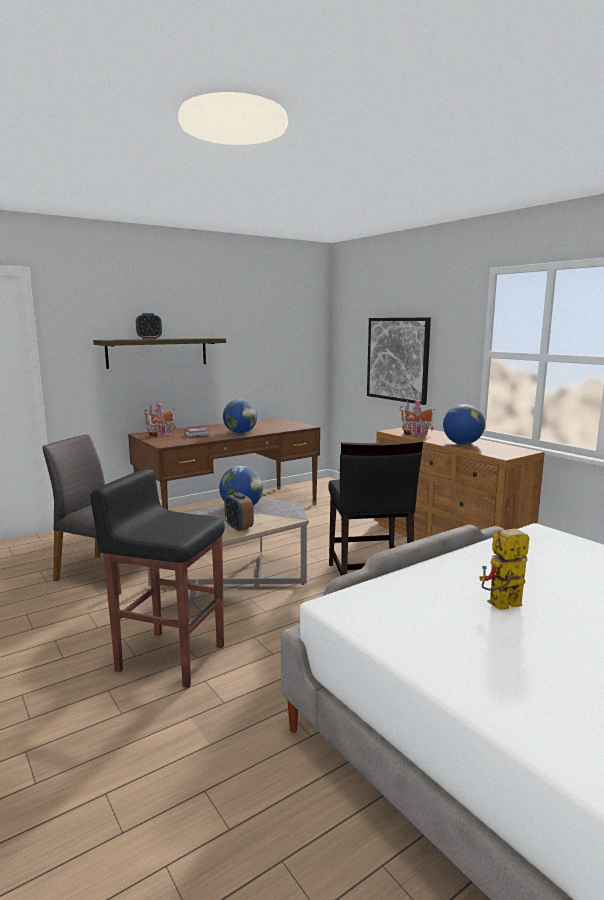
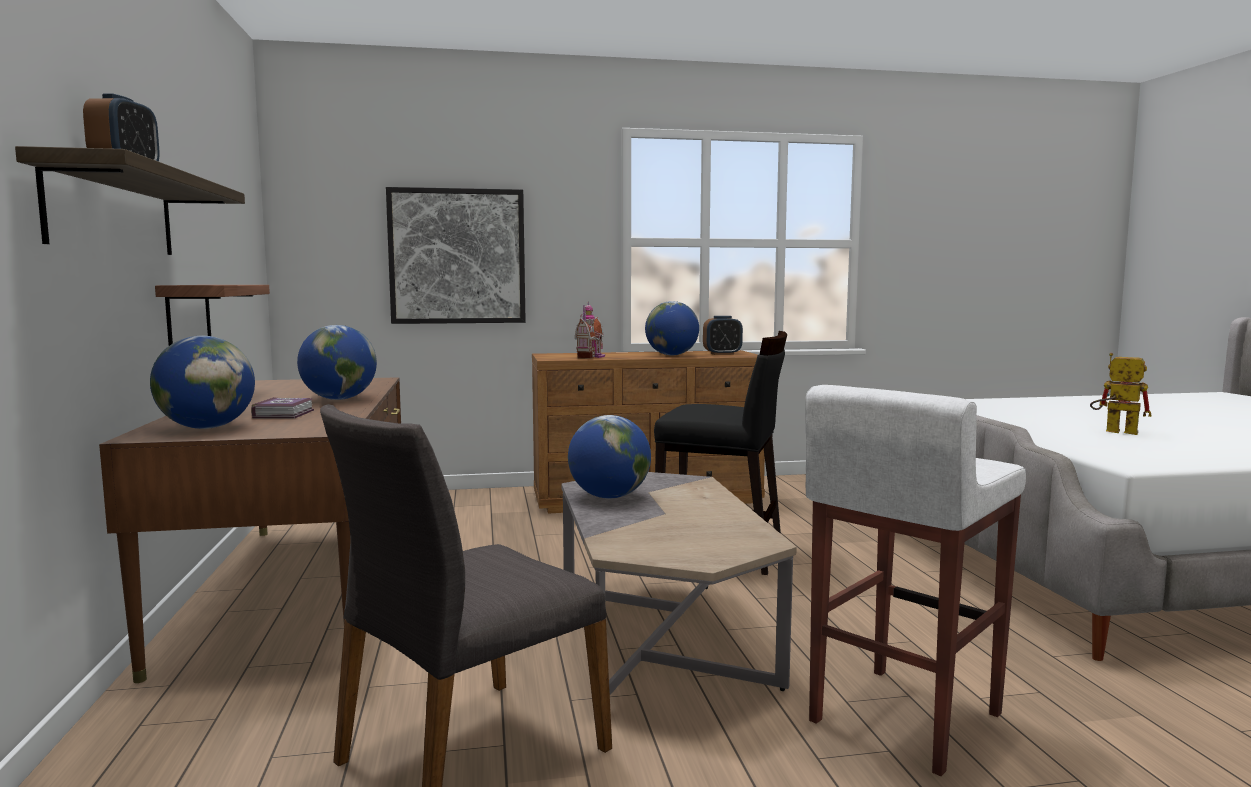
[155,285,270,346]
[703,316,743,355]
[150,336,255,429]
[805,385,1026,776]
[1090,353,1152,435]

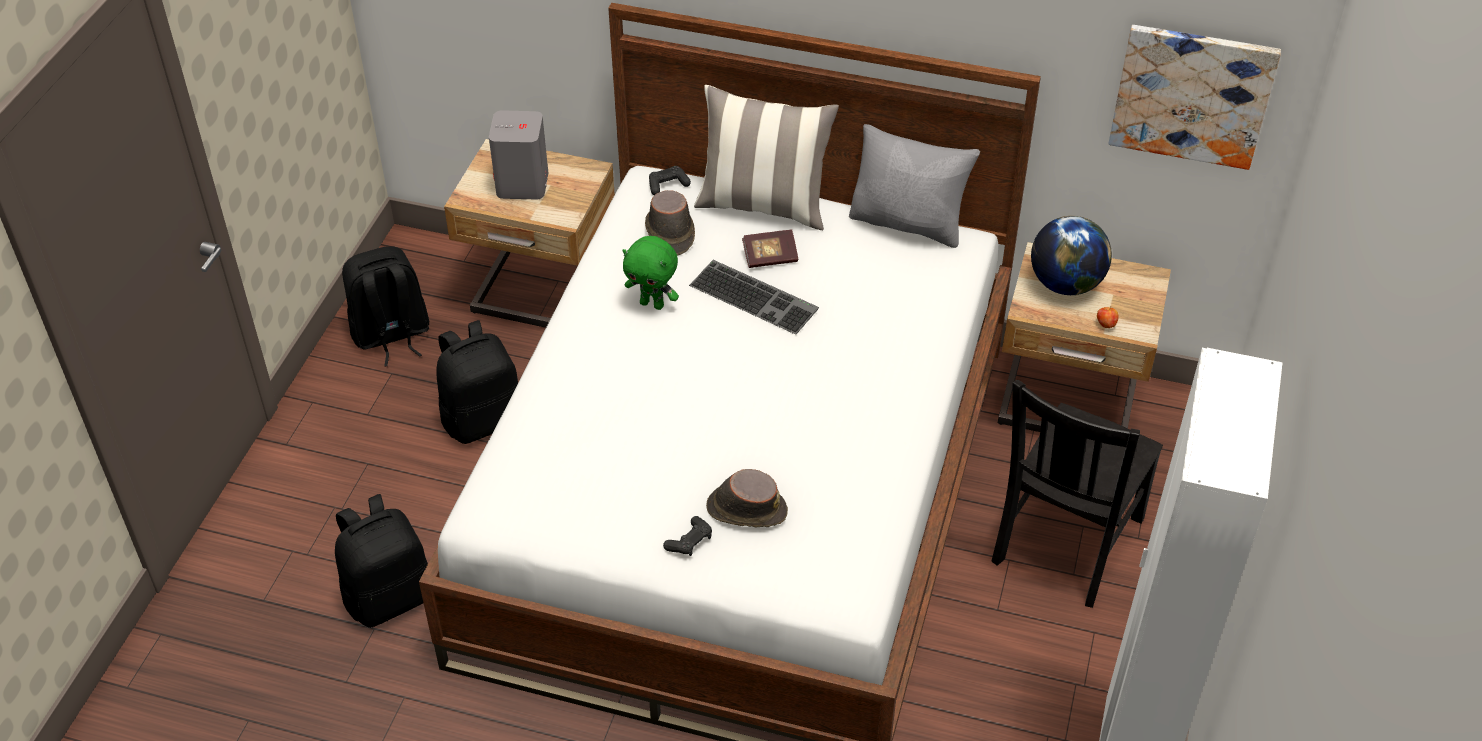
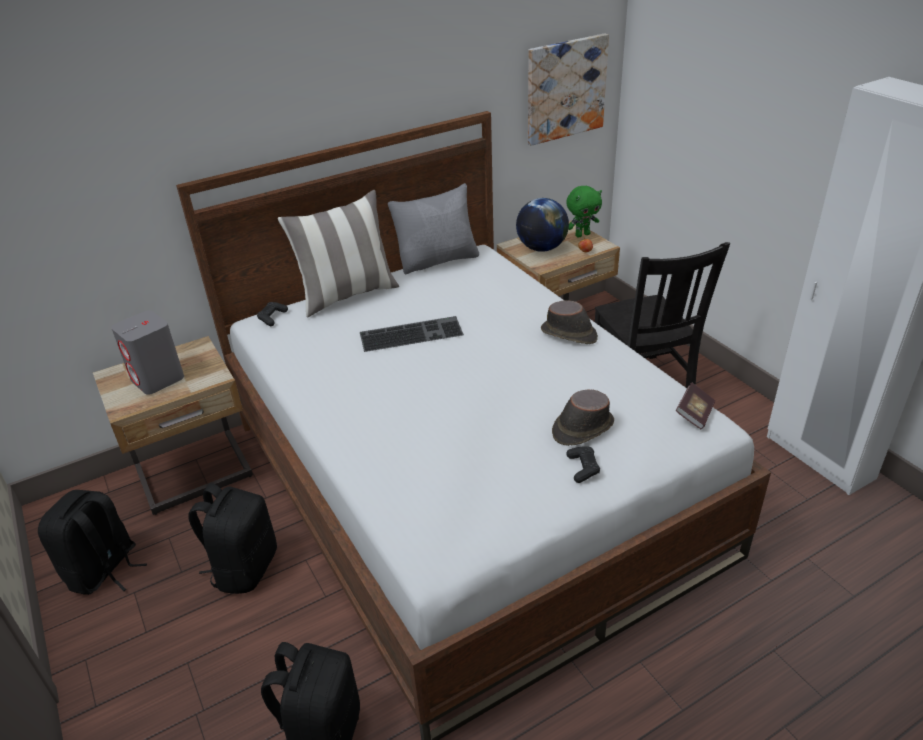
[566,186,602,238]
[541,300,598,344]
[676,382,715,429]

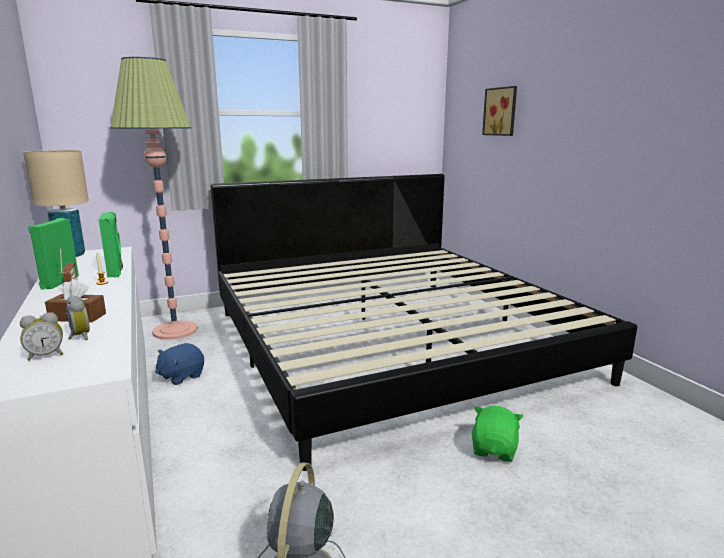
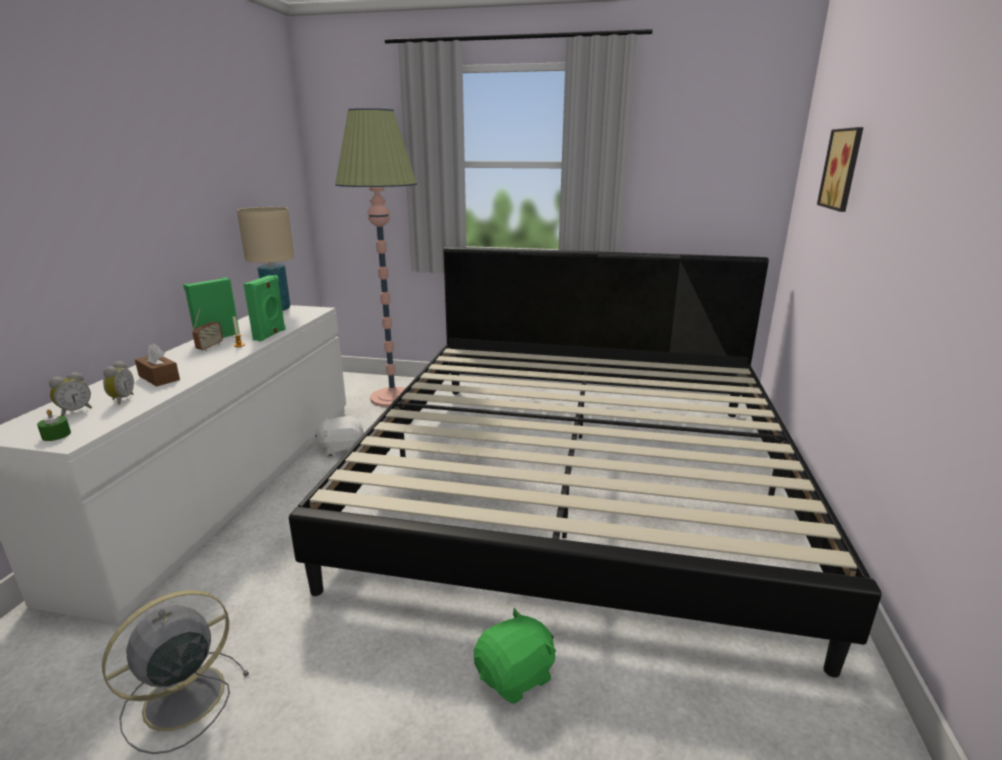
[37,409,71,441]
[313,416,364,456]
[49,372,92,416]

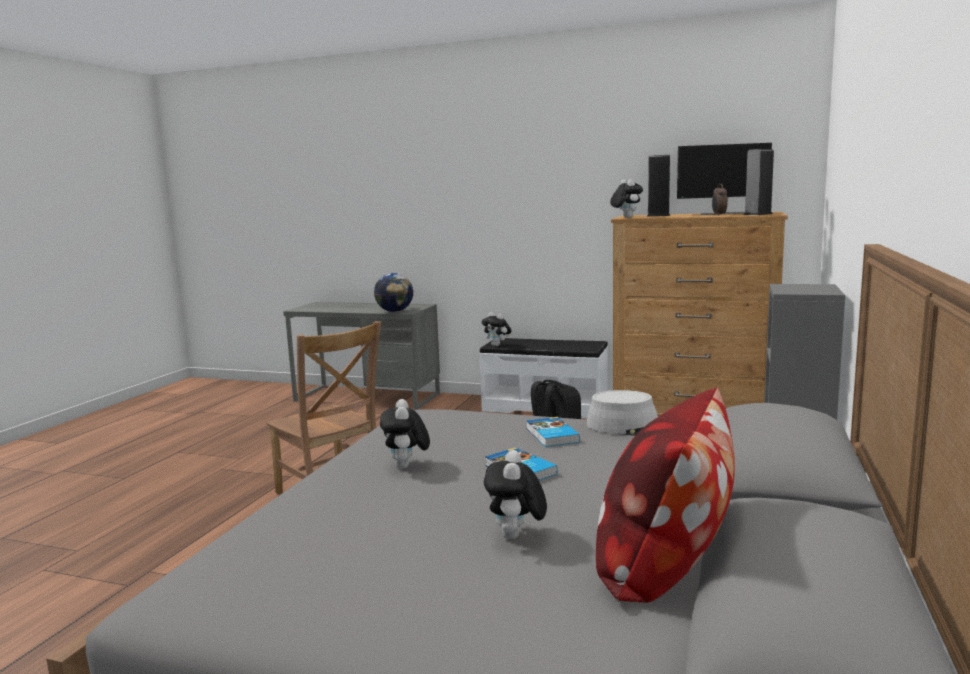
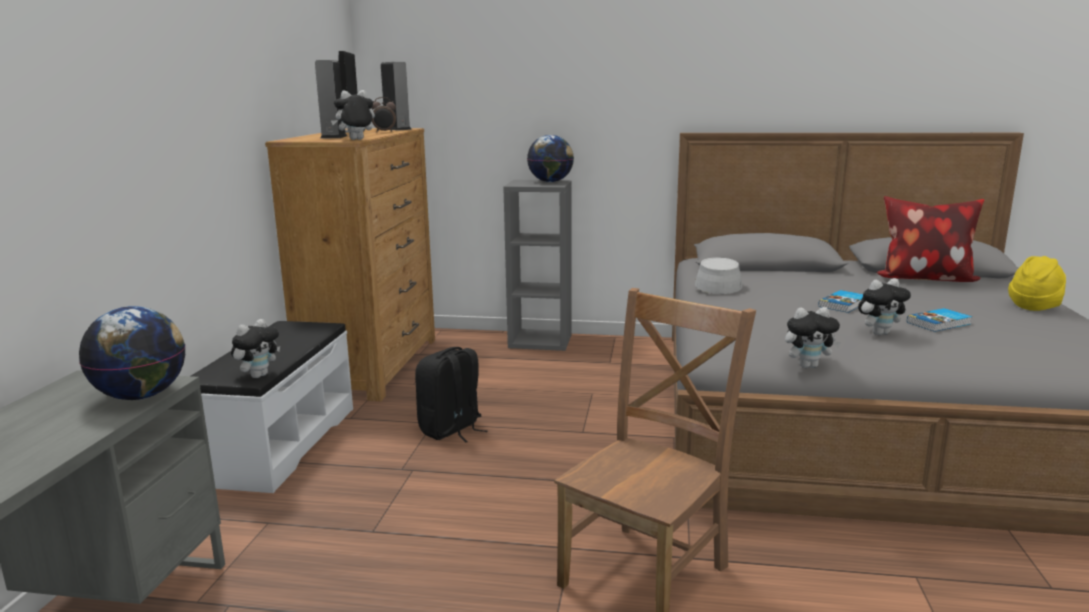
[527,135,574,182]
[1008,256,1066,311]
[785,307,841,368]
[907,308,972,332]

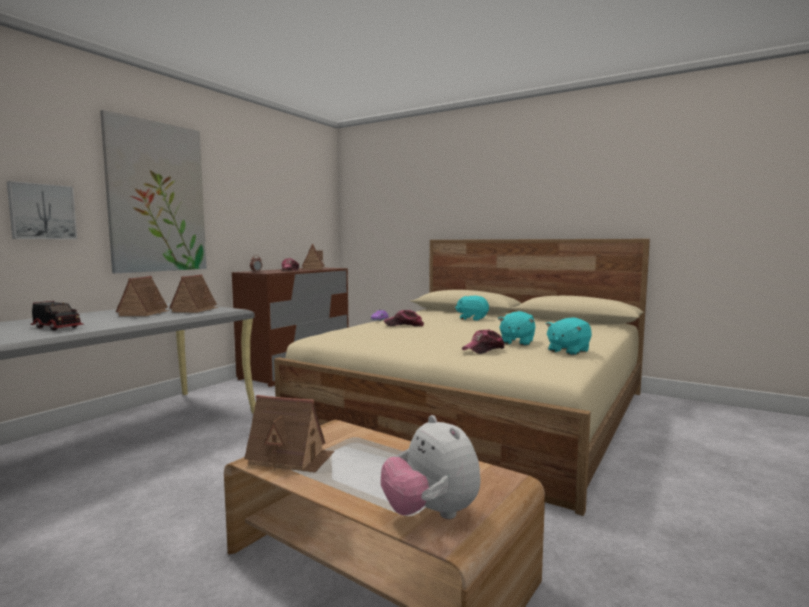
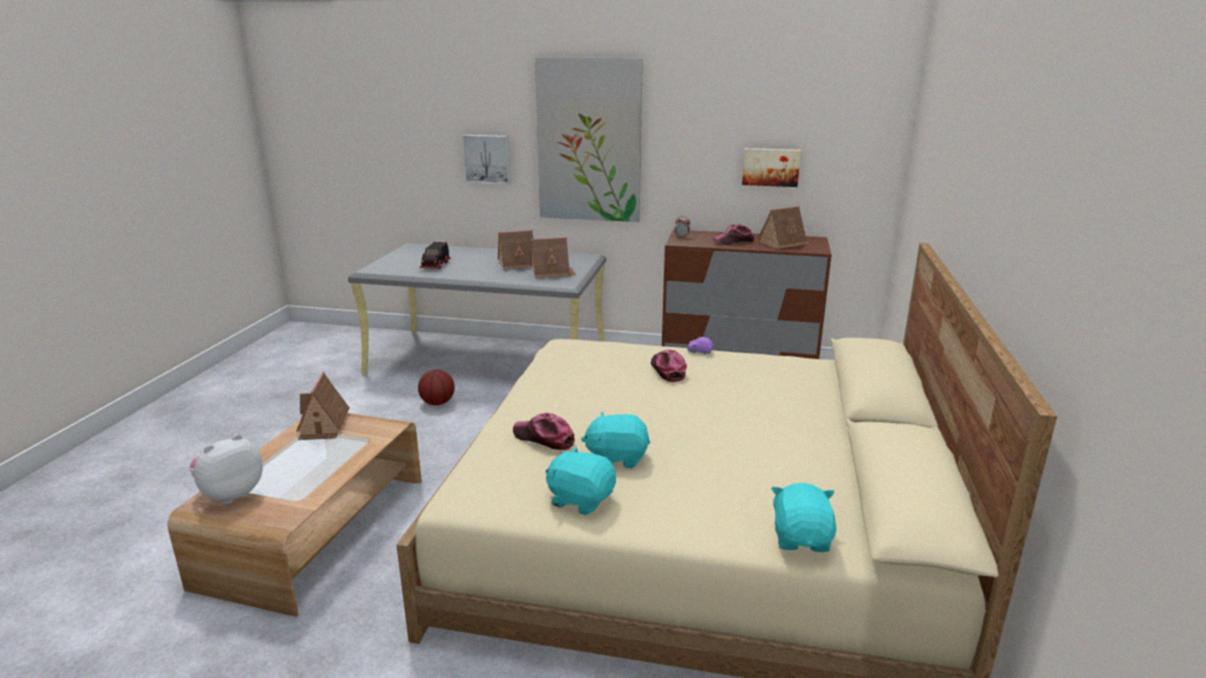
[418,370,455,405]
[742,148,801,187]
[771,483,836,552]

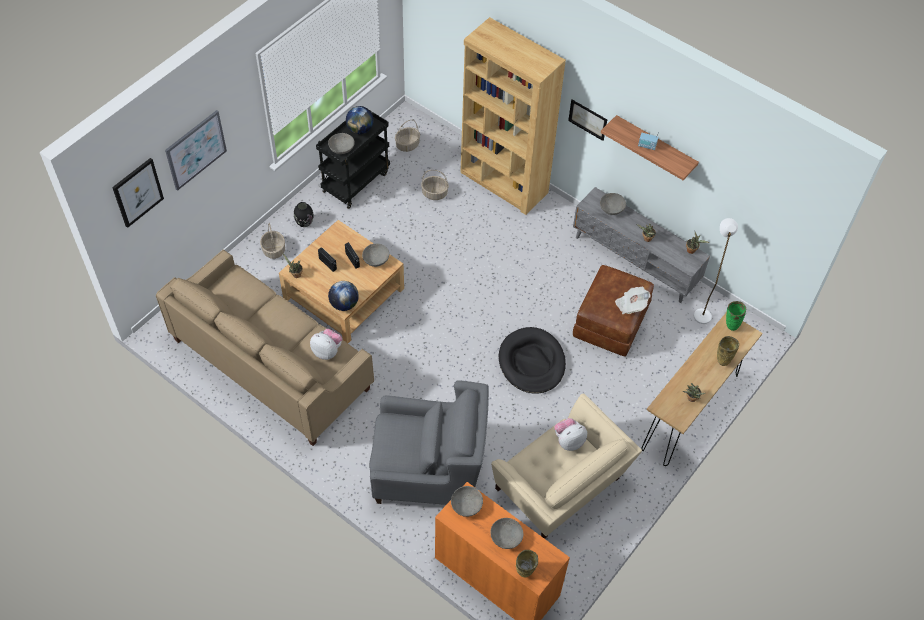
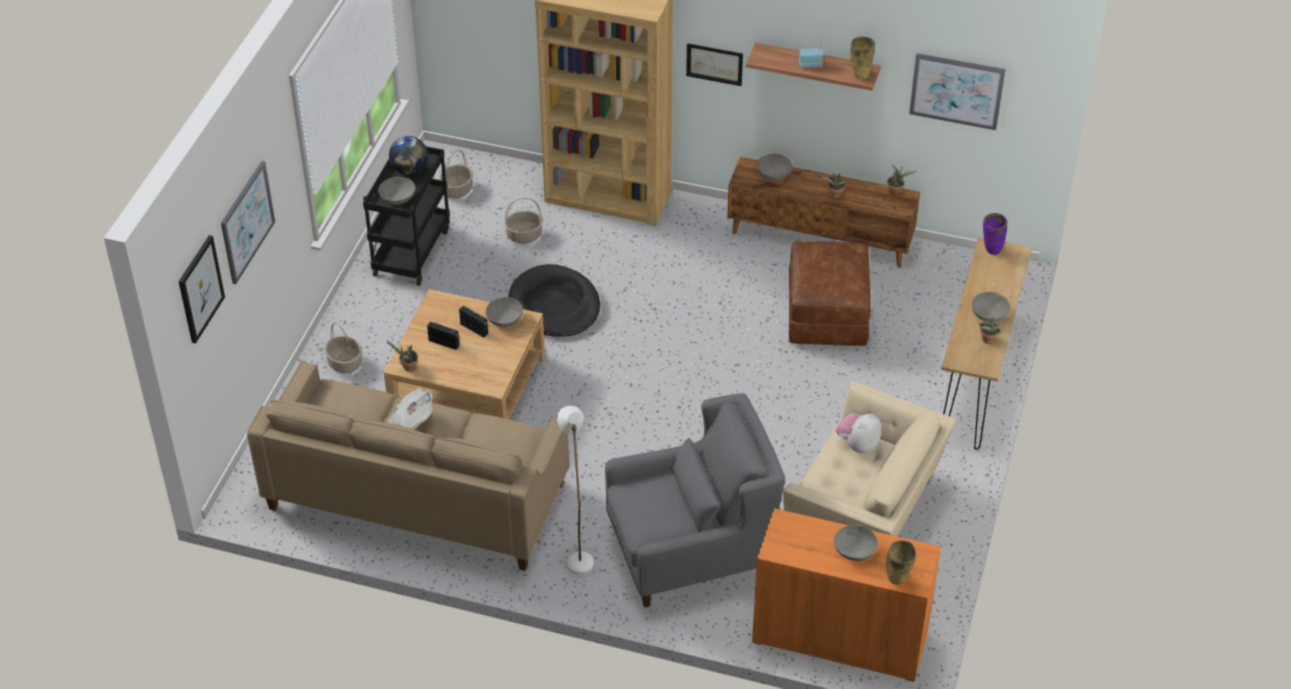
[294,202,314,227] (first image)
[310,329,342,360] (first image)
[328,281,359,311] (first image)
[909,53,1005,130]
[972,292,1010,322]
[508,264,600,337]
[388,389,433,429]
[557,406,594,574]
[850,37,875,80]
[727,157,920,268]
[983,213,1007,255]

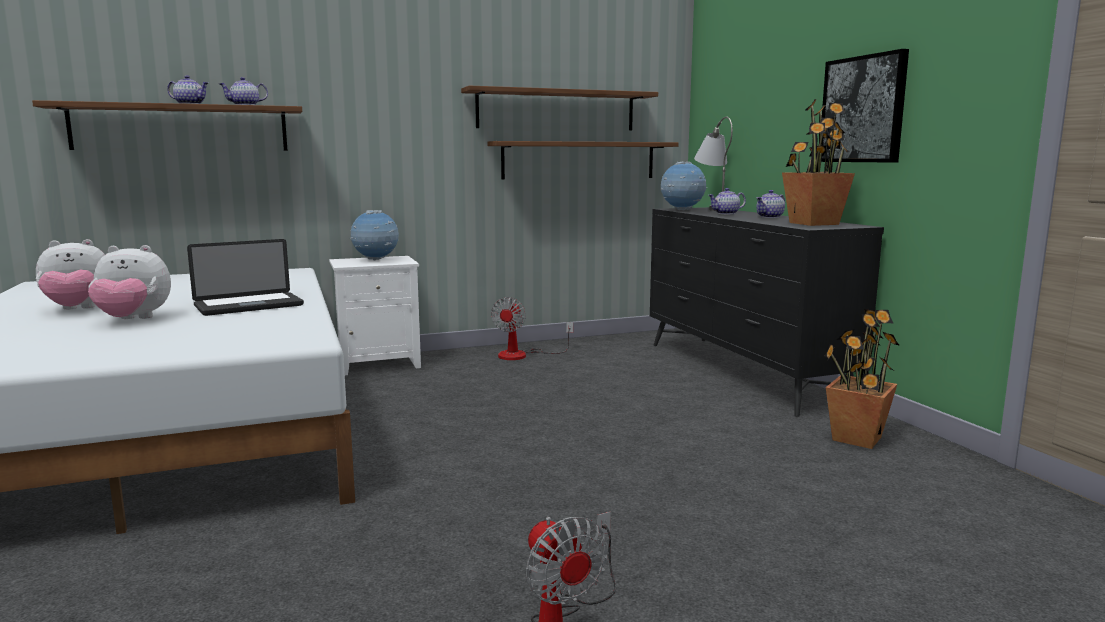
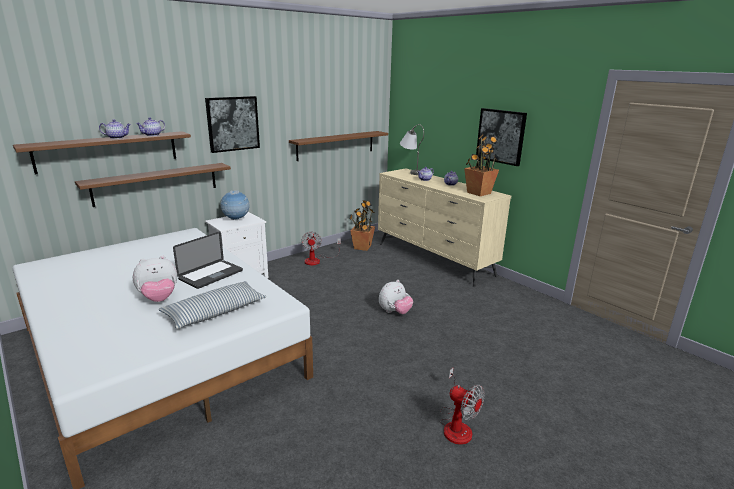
[661,162,707,211] (first image)
[159,281,266,329]
[205,96,260,153]
[379,280,413,314]
[75,163,231,207]
[350,200,375,251]
[378,168,511,287]

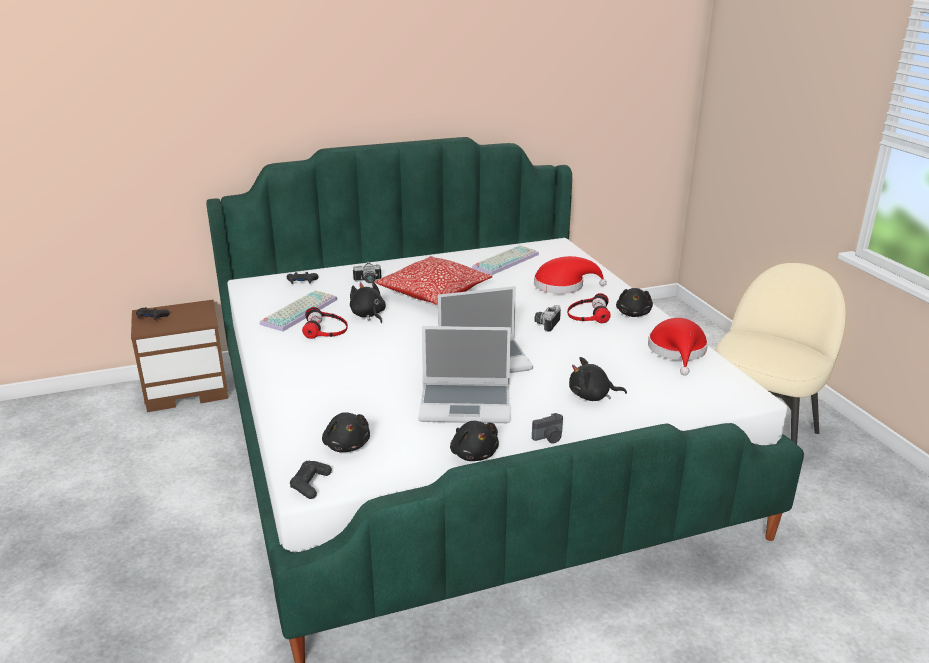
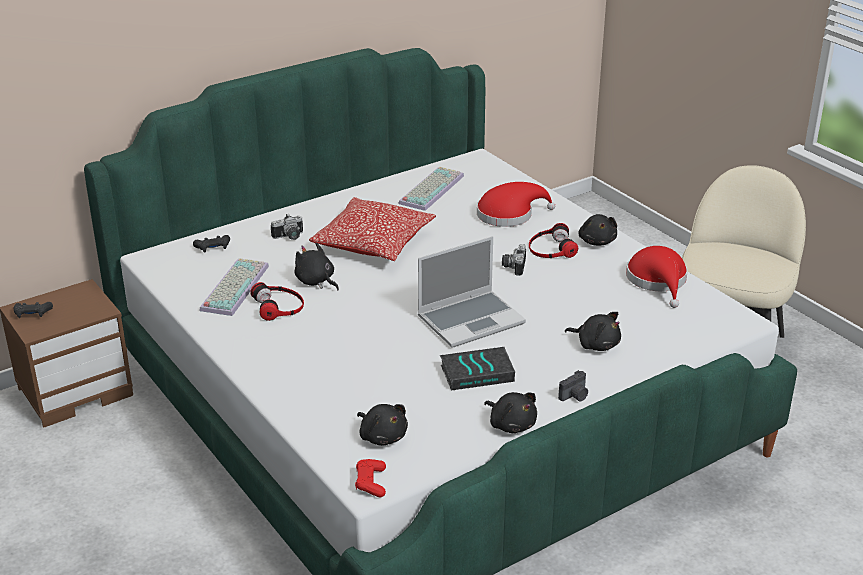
[440,347,515,391]
[355,459,386,497]
[565,312,621,351]

